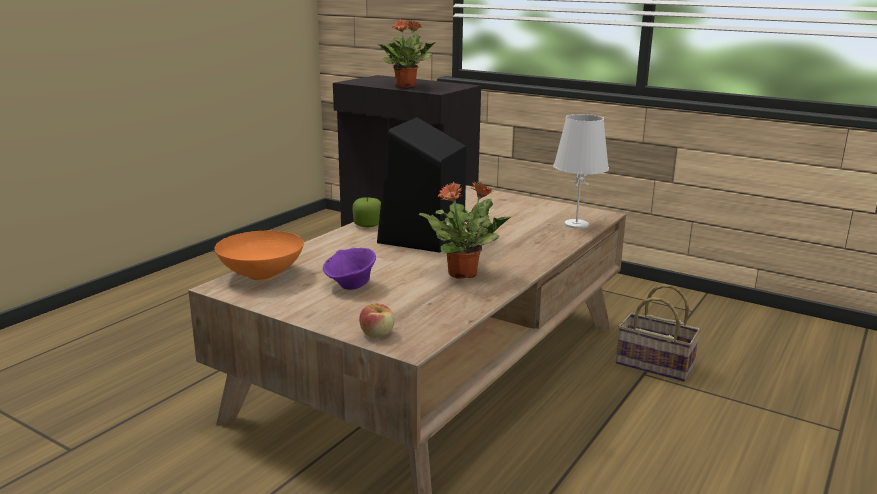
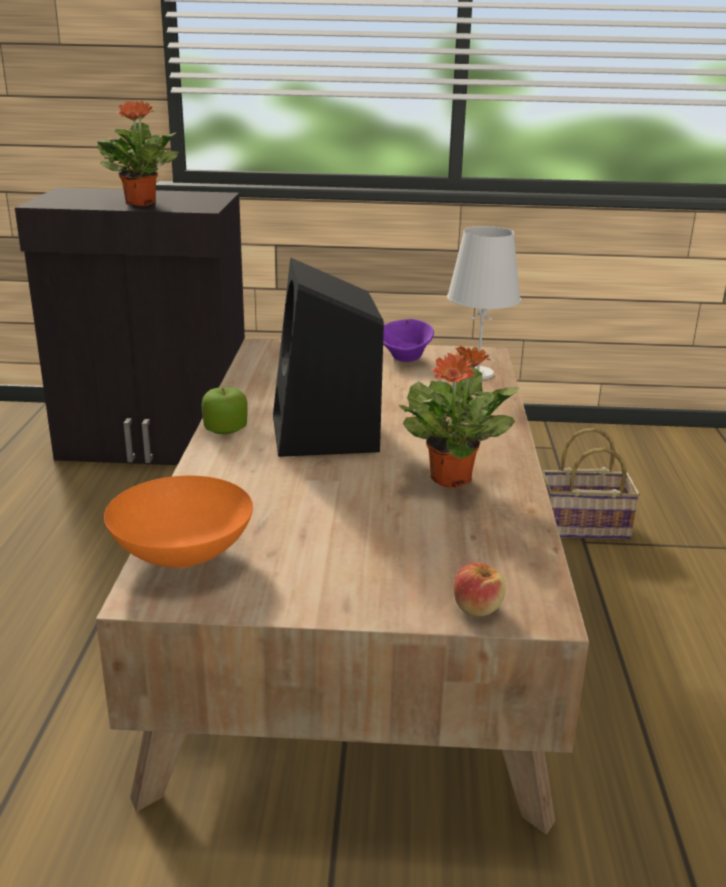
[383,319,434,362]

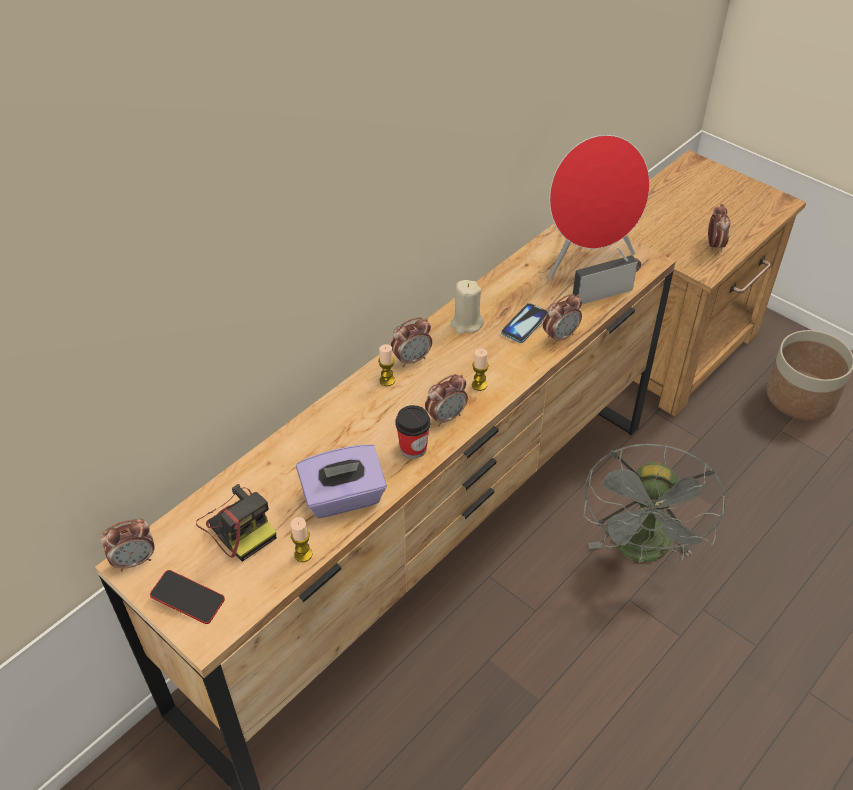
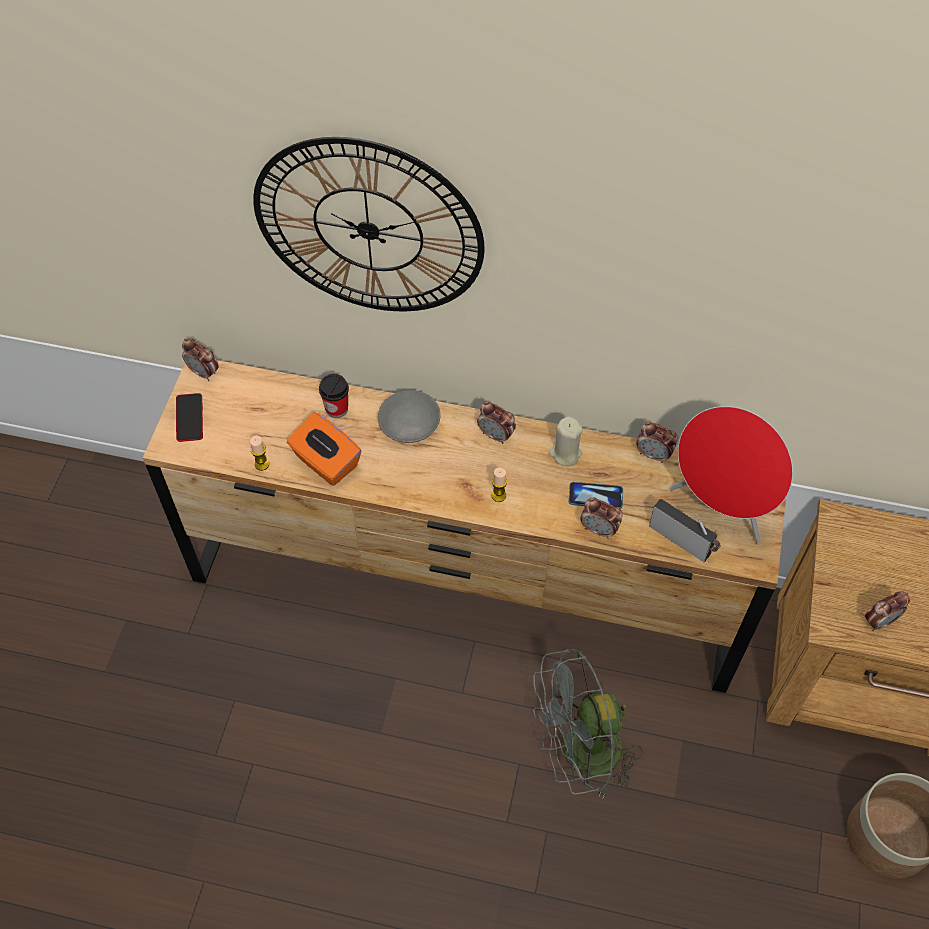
[196,484,276,562] (first image)
[378,344,395,386] (first image)
[253,137,485,311]
[378,390,441,443]
[319,374,349,418]
[636,422,678,463]
[287,412,362,486]

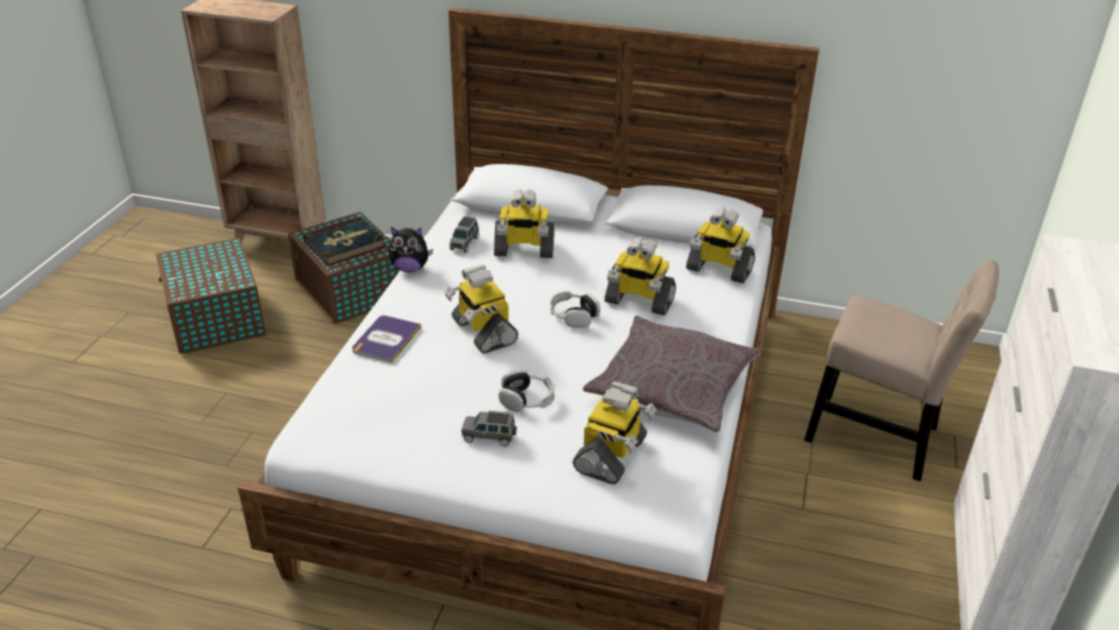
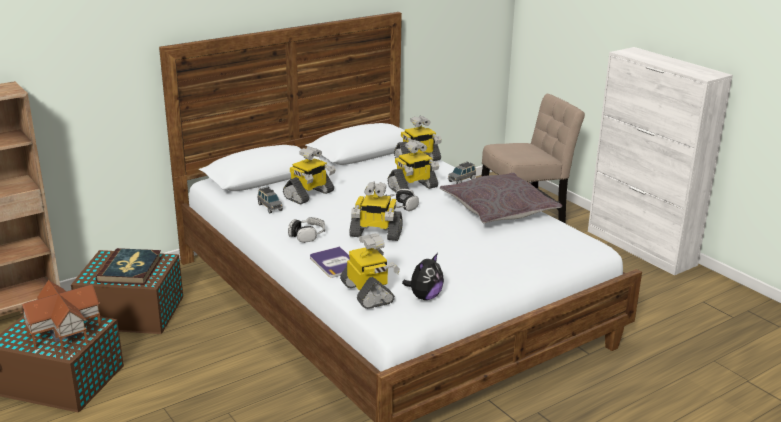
[21,280,101,352]
[402,253,444,300]
[448,162,476,184]
[288,217,325,243]
[340,233,400,309]

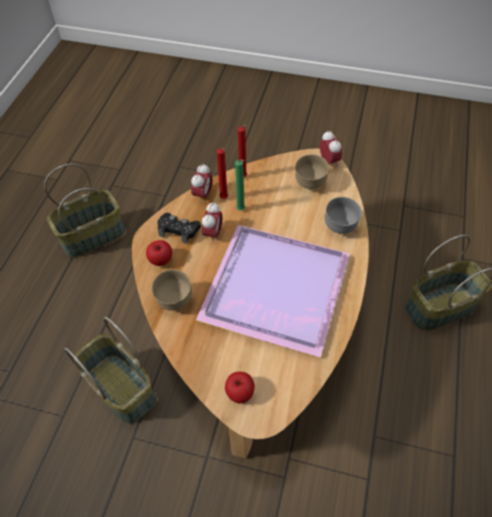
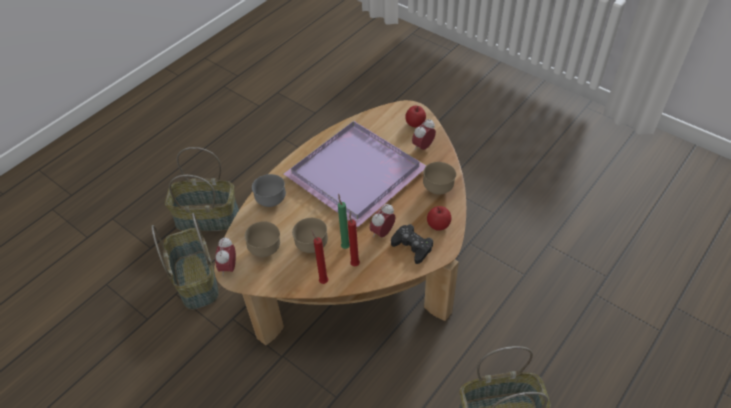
[292,218,328,253]
[151,213,219,310]
[412,119,436,150]

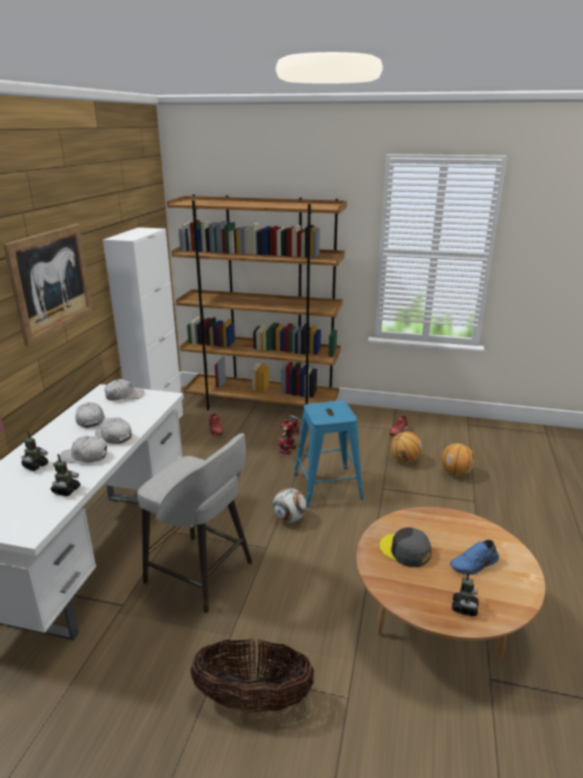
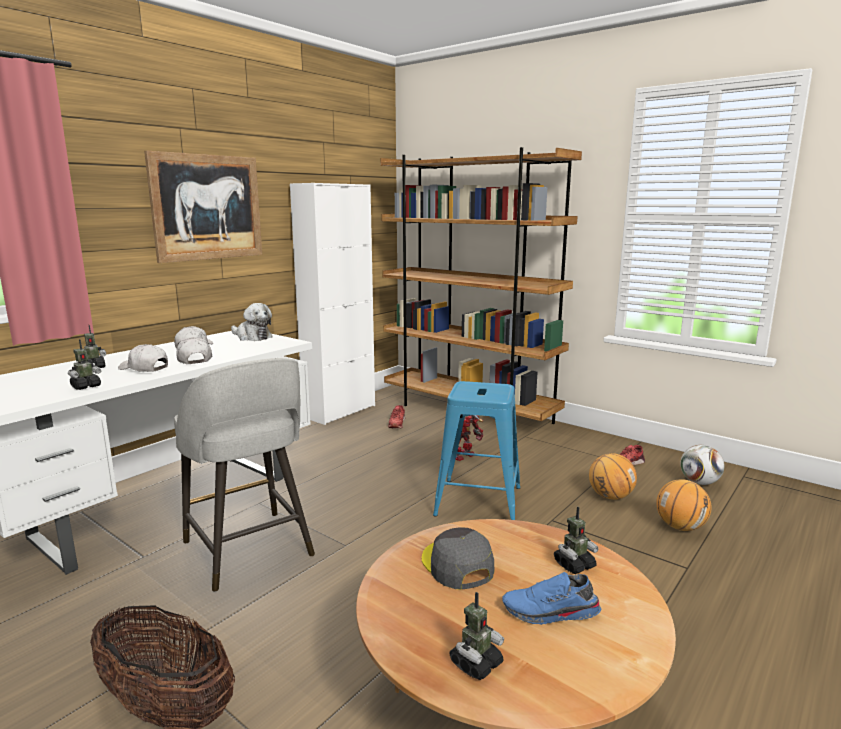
[554,507,599,574]
[680,445,724,485]
[231,303,273,341]

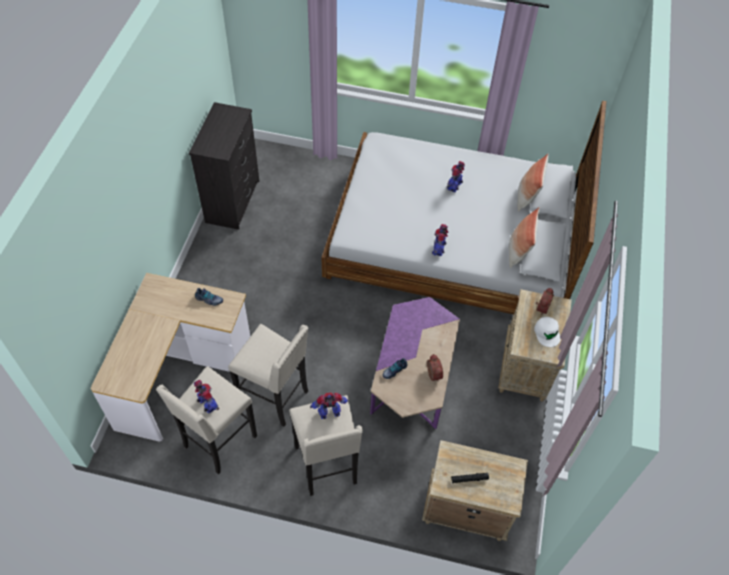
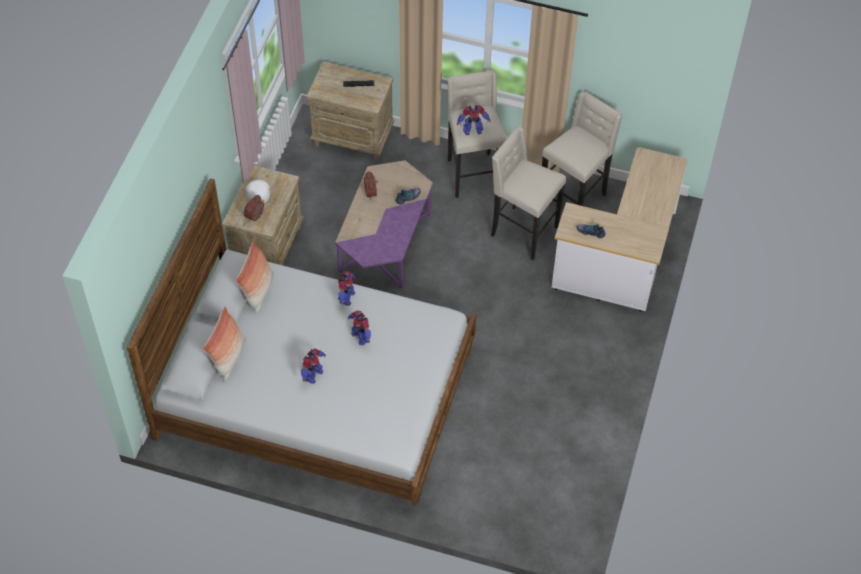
[189,102,259,230] (first image)
[348,310,371,345]

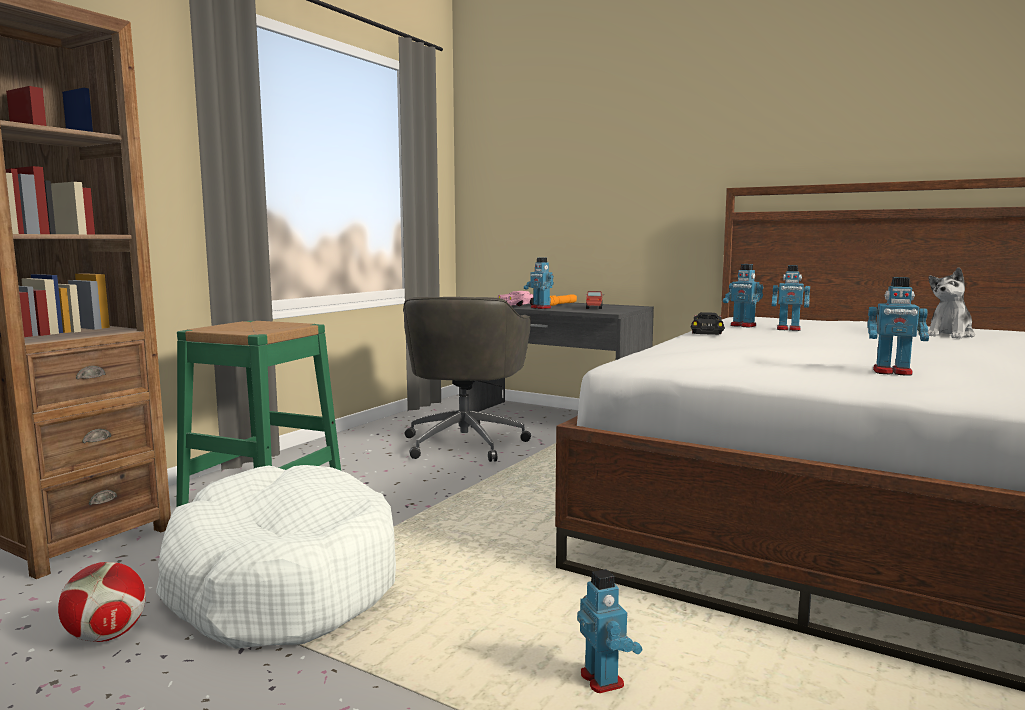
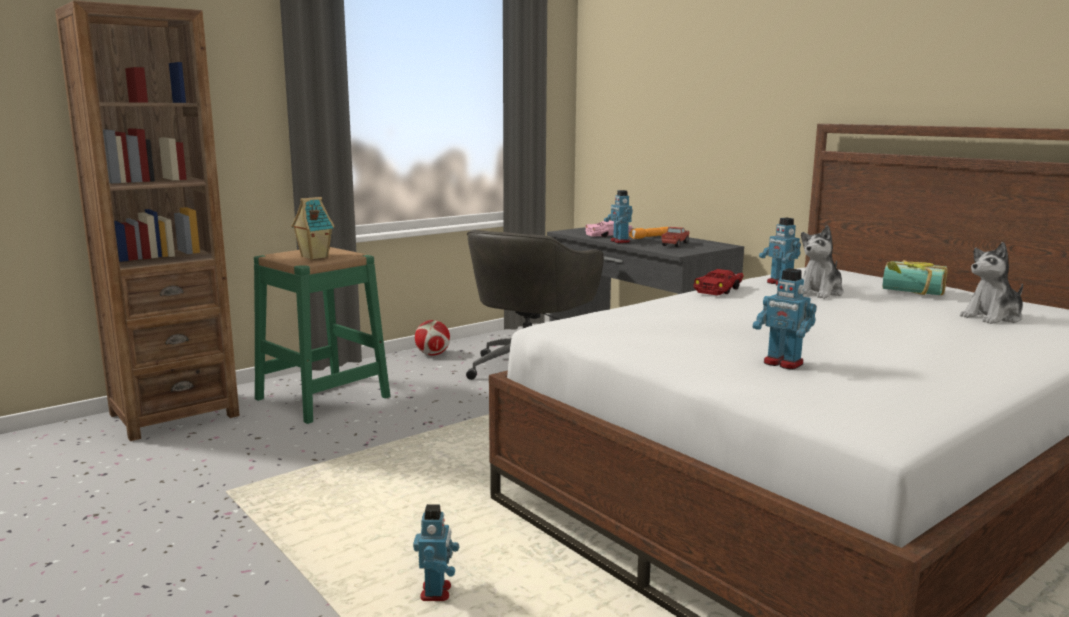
[156,465,396,649] (first image)
[291,197,335,260]
[883,260,948,295]
[415,320,450,356]
[801,226,844,299]
[693,269,744,296]

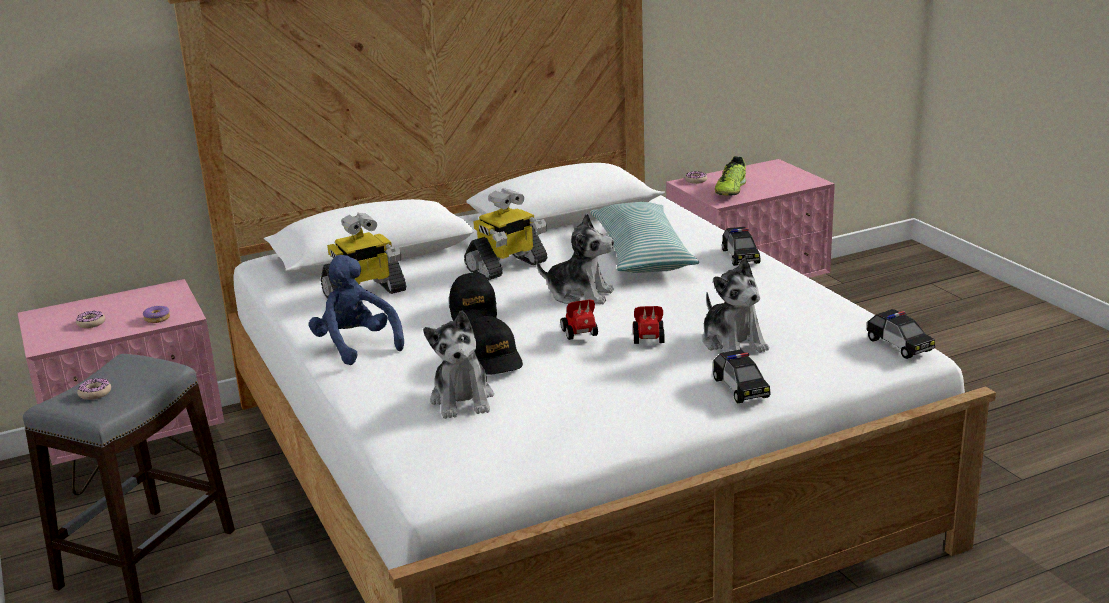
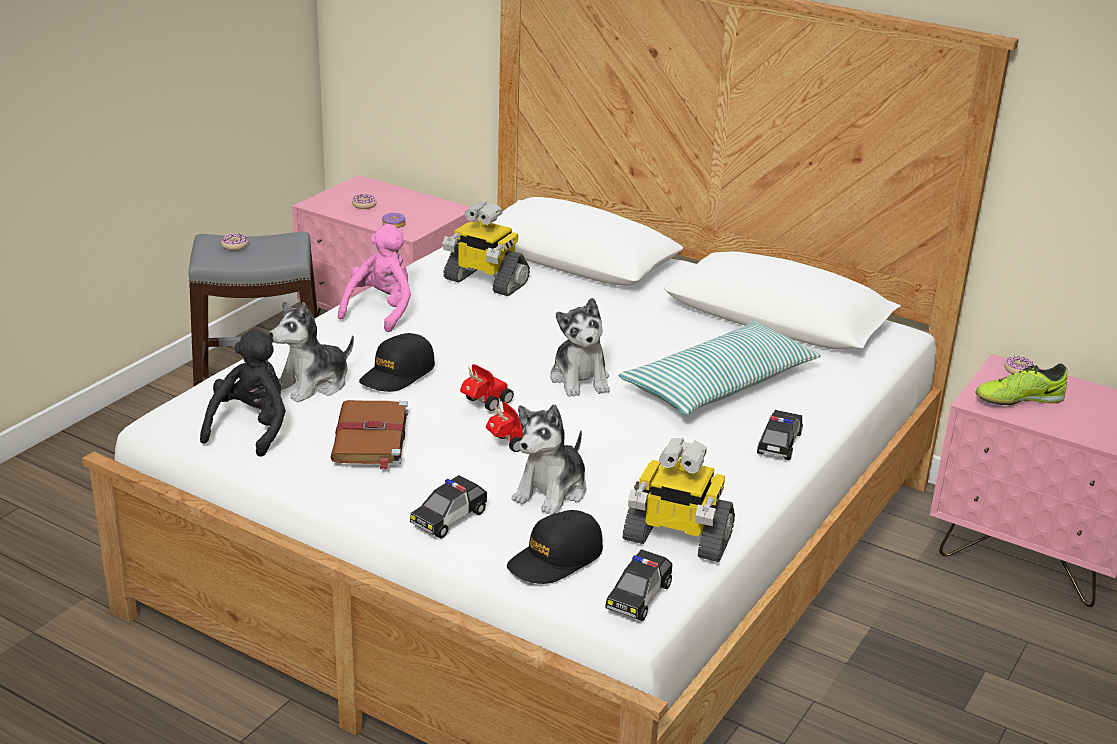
[200,329,286,457]
[330,400,408,469]
[507,510,603,584]
[623,438,735,562]
[338,224,411,332]
[757,410,803,460]

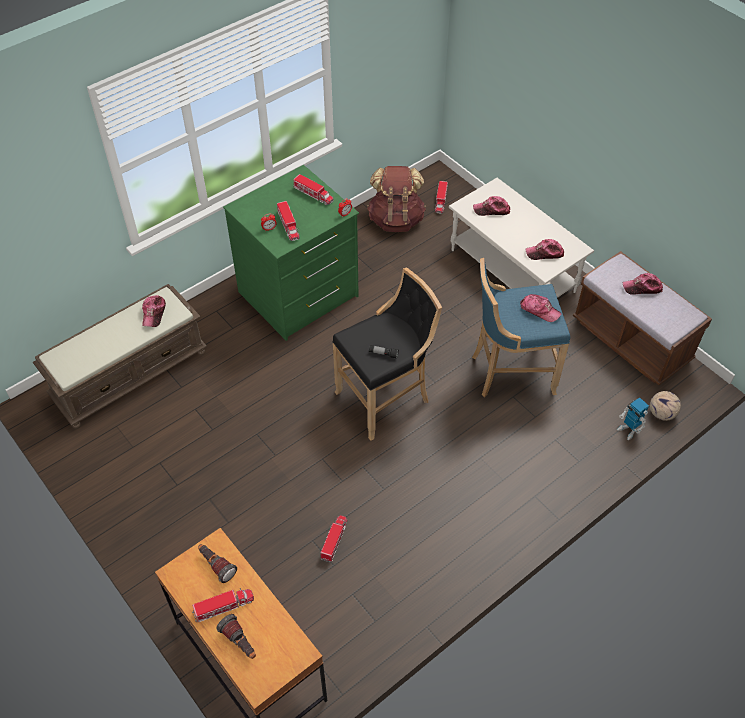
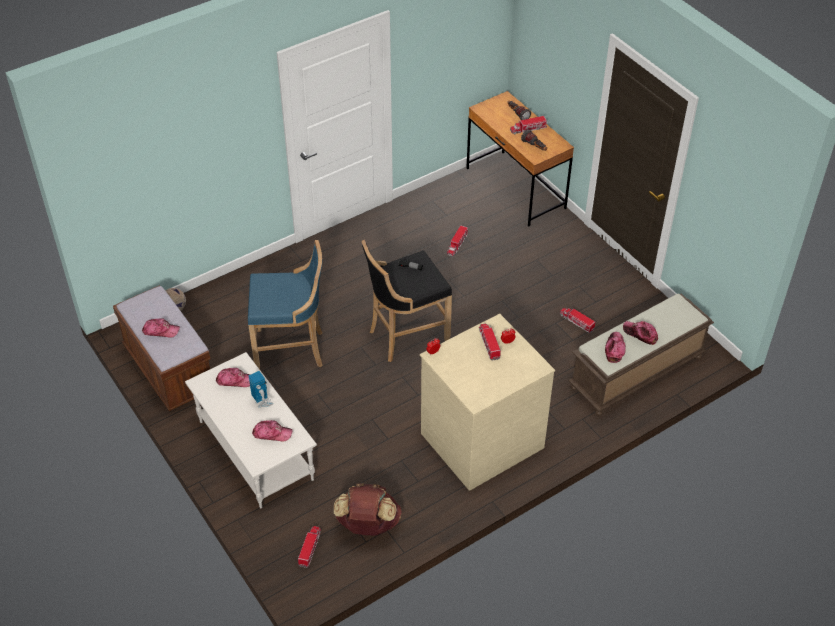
[560,308,595,333]
[623,321,658,345]
[248,371,273,407]
[420,314,555,491]

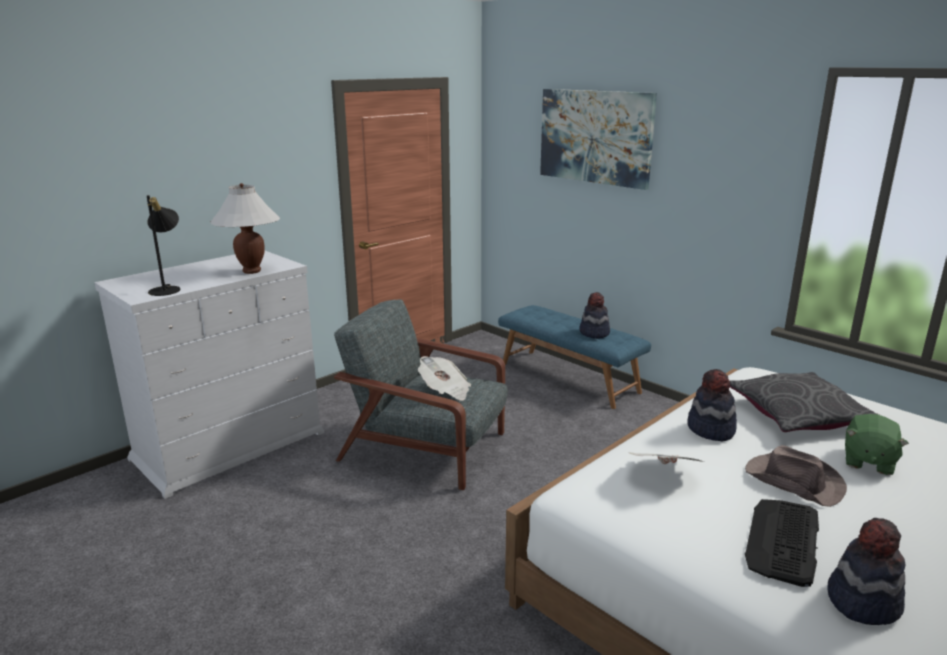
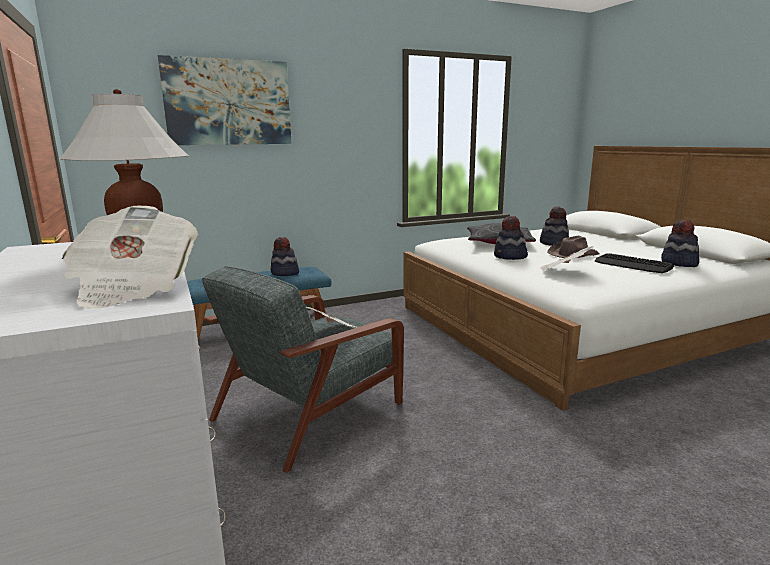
[62,206,198,309]
[540,207,569,246]

